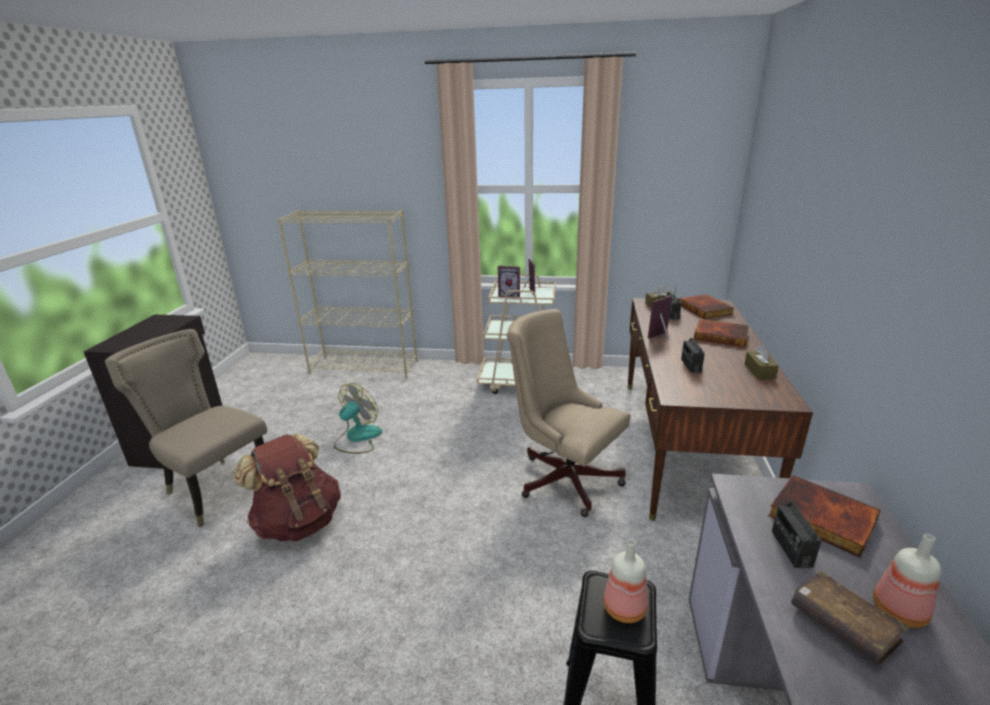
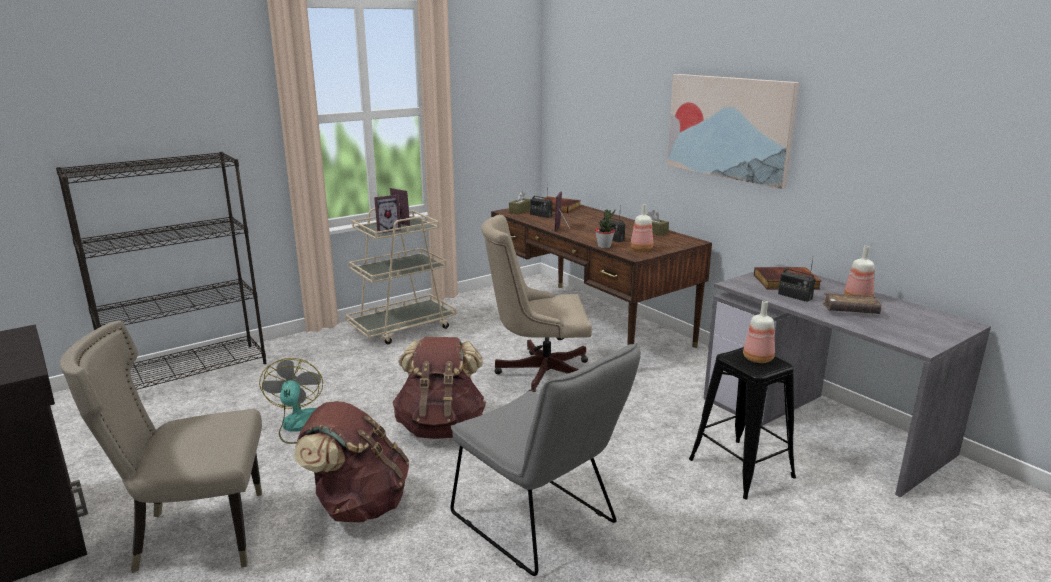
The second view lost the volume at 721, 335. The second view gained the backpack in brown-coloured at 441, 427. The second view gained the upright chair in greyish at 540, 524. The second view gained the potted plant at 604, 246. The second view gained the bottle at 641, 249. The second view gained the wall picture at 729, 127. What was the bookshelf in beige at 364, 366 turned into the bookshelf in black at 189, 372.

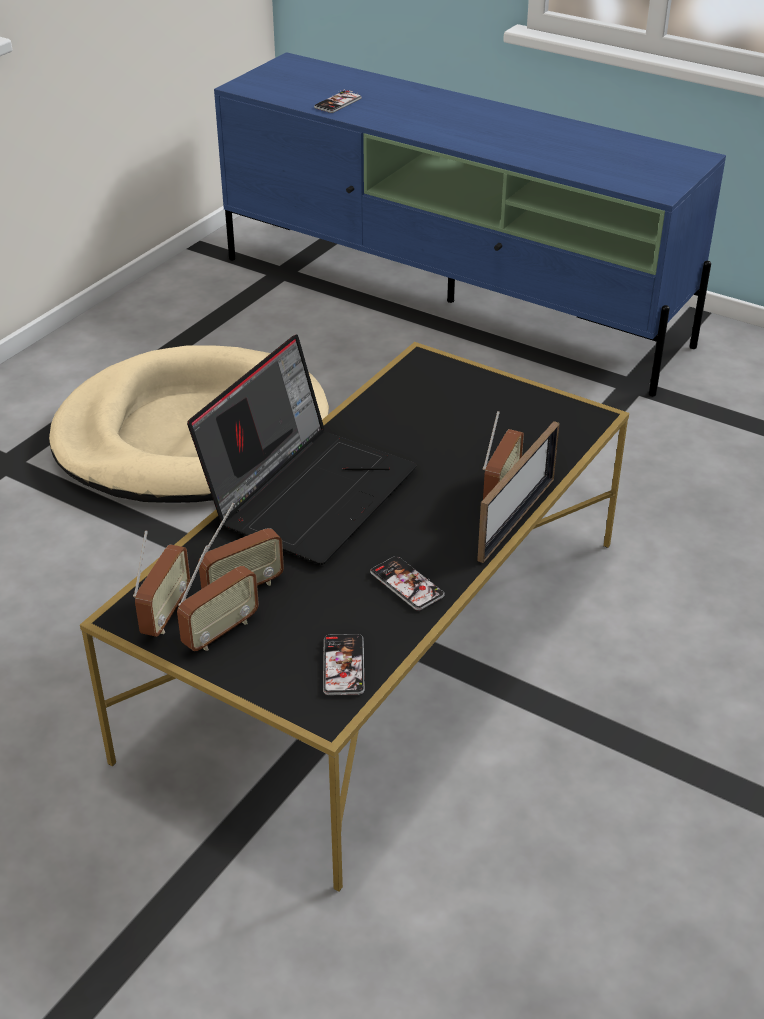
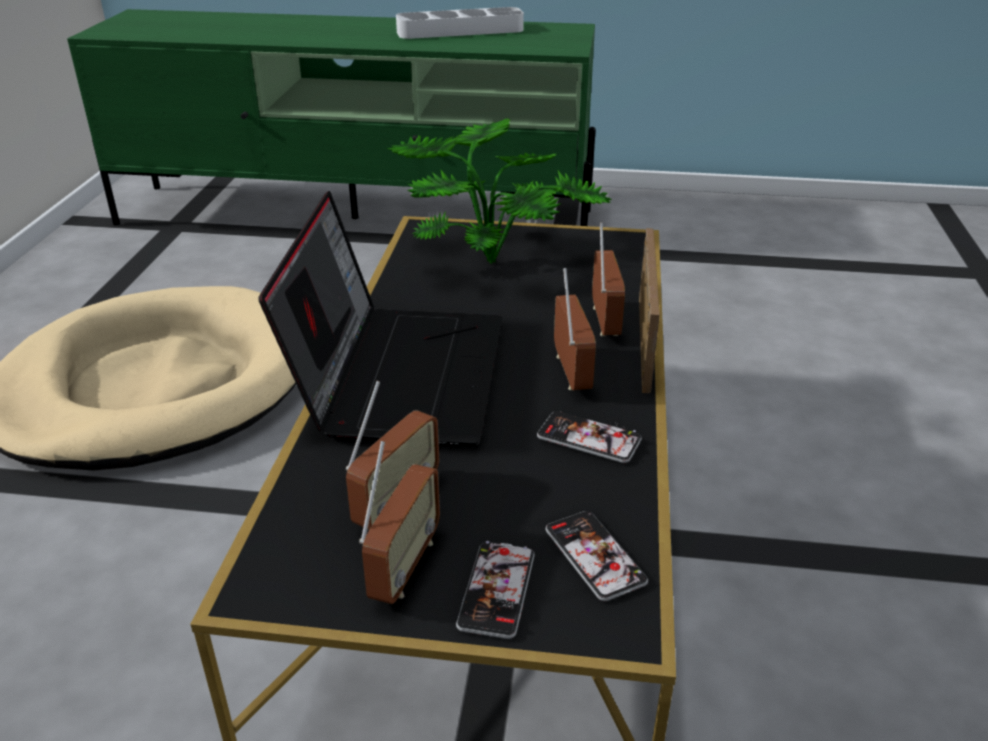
The second view gained the potted plant at 493, 257. The second view gained the carrying tray in white-coloured at 460, 31. The radio receiver ended up elsewhere, having gone from 165, 614 to 570, 372. The telephone ended up elsewhere, having gone from 338, 103 to 496, 590. What was the media console in blue at 452, 302 turned into the media console in green at 357, 218.

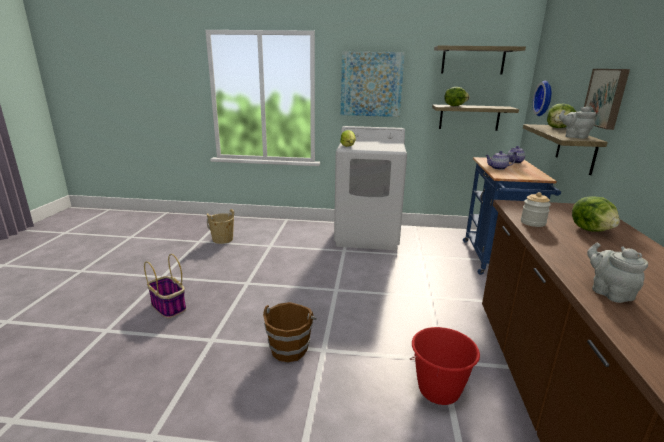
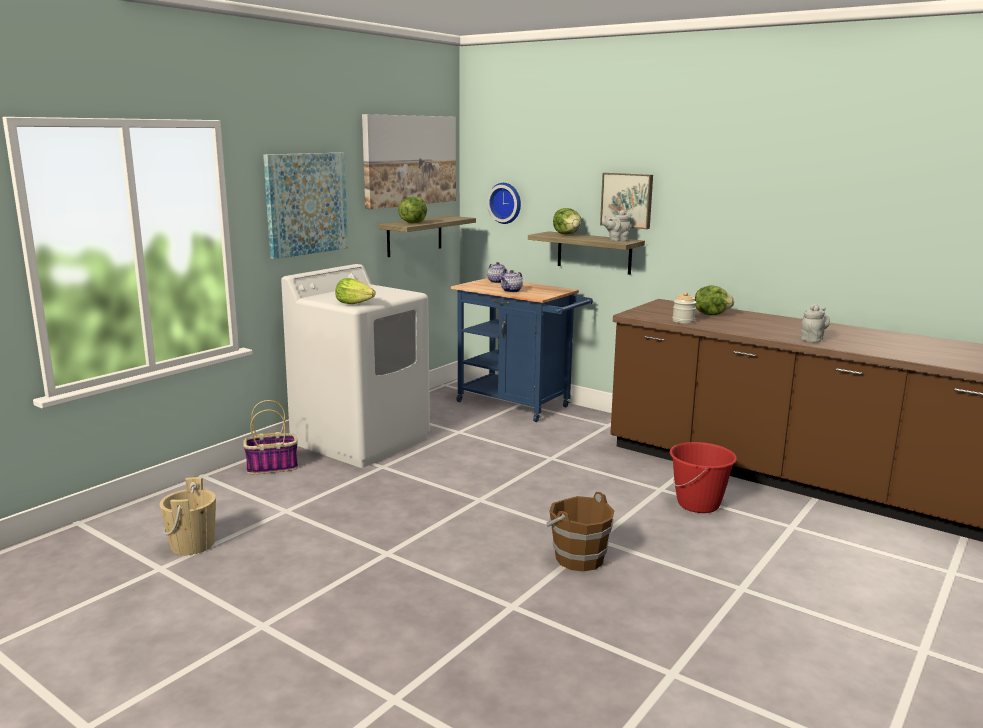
The storage basket ended up elsewhere, having gone from 169, 307 to 273, 467. Where the wall shelf hung at 473, 60, the wall picture came to hang at 409, 160. The teapot in greyish at 609, 293 ended up facing another way, 120 degrees clockwise from before.

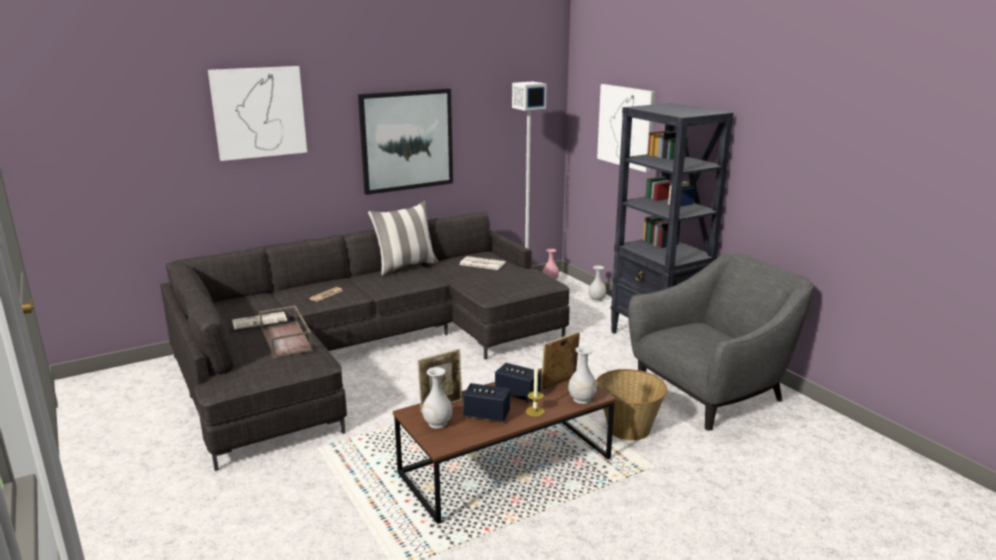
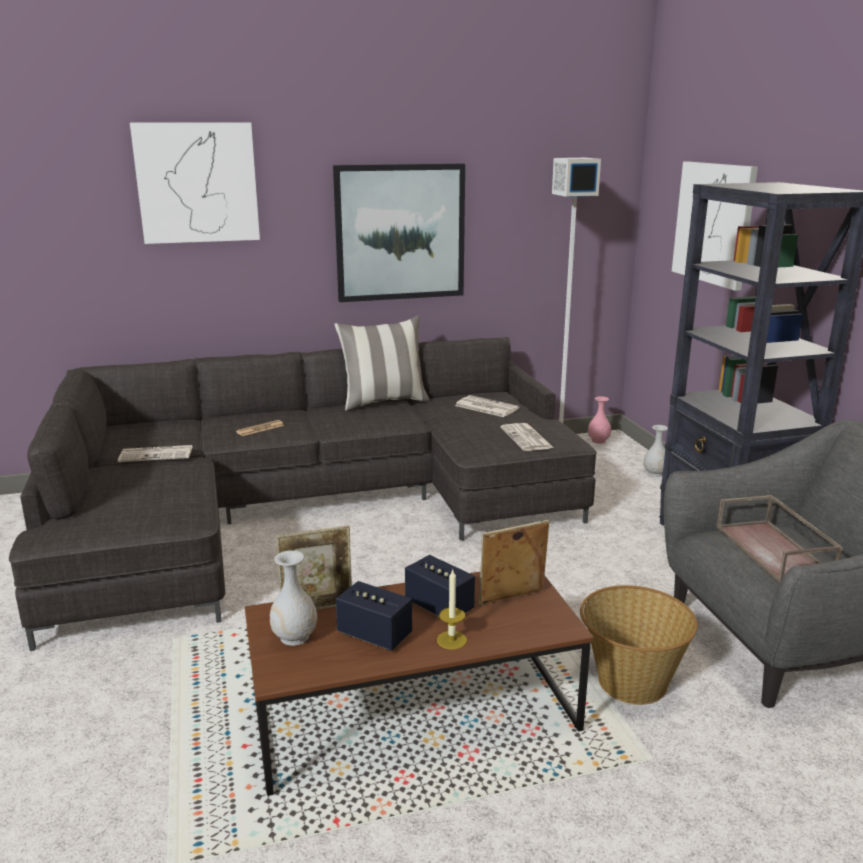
The second view lost the vase in white-coloured at 581, 399. The second view gained the newspaper at 527, 438. The carrying tray in brown-coloured ended up elsewhere, having gone from 287, 340 to 775, 551.

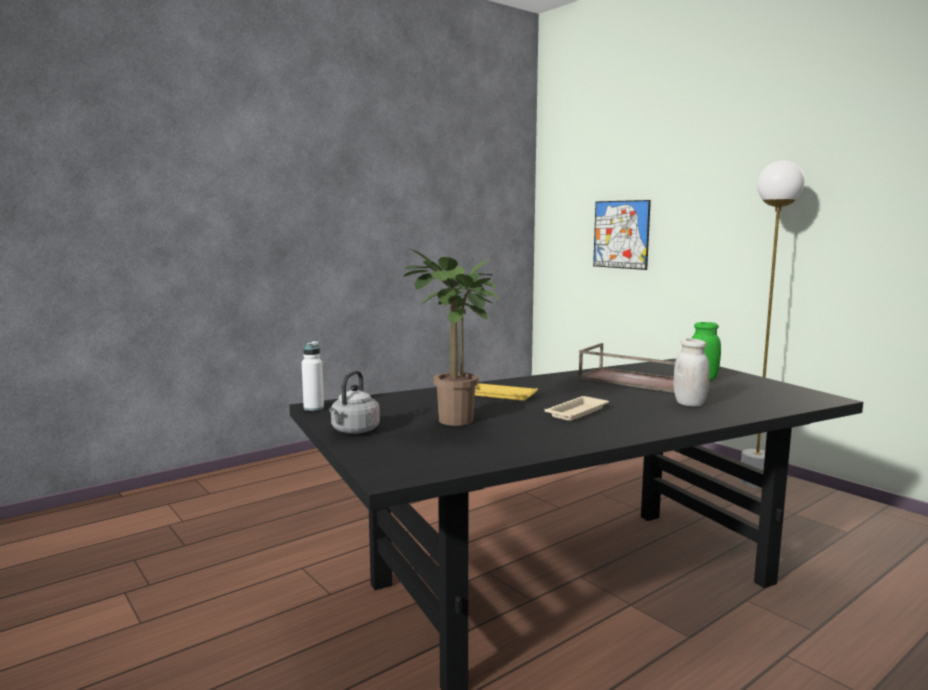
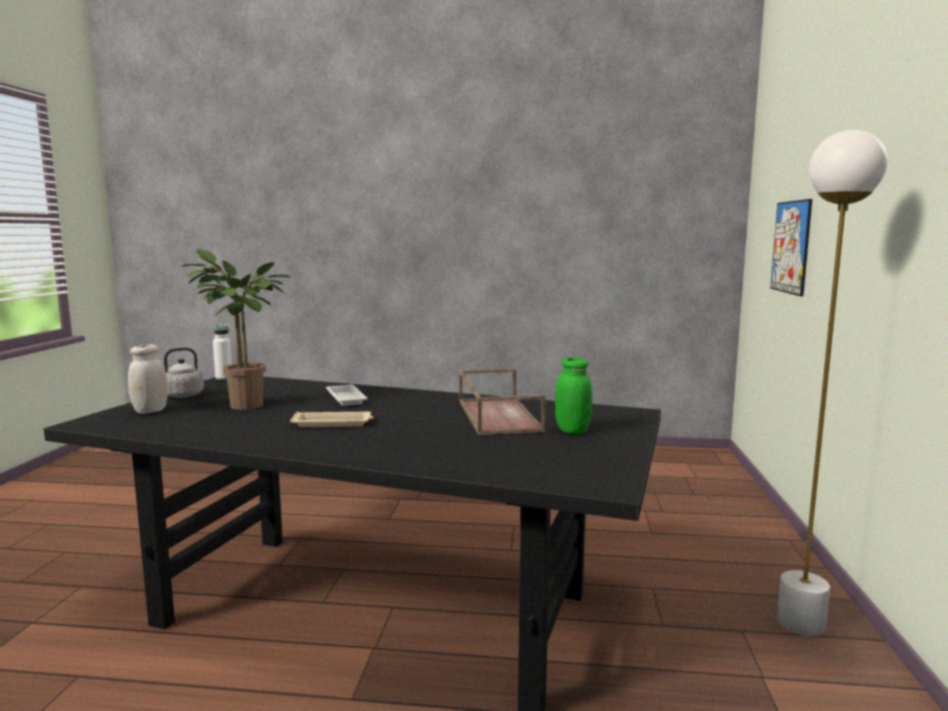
The storage jar in white-coloured ended up elsewhere, having gone from 689, 404 to 150, 411. What was the carrying tray in yellowish at 500, 395 turned into the carrying tray in white-coloured at 345, 398.

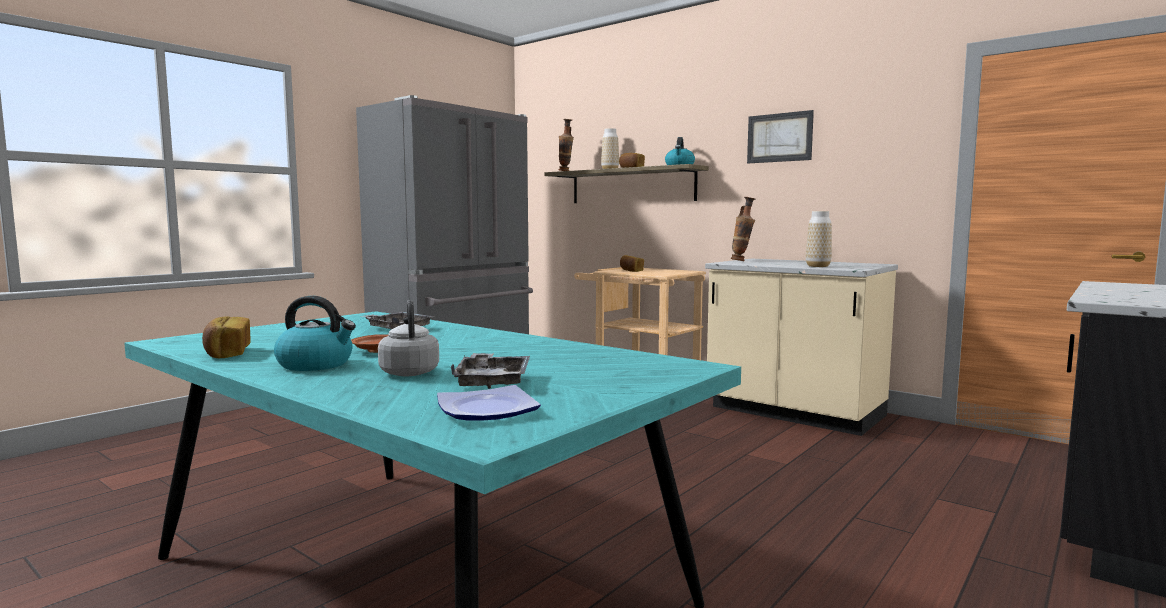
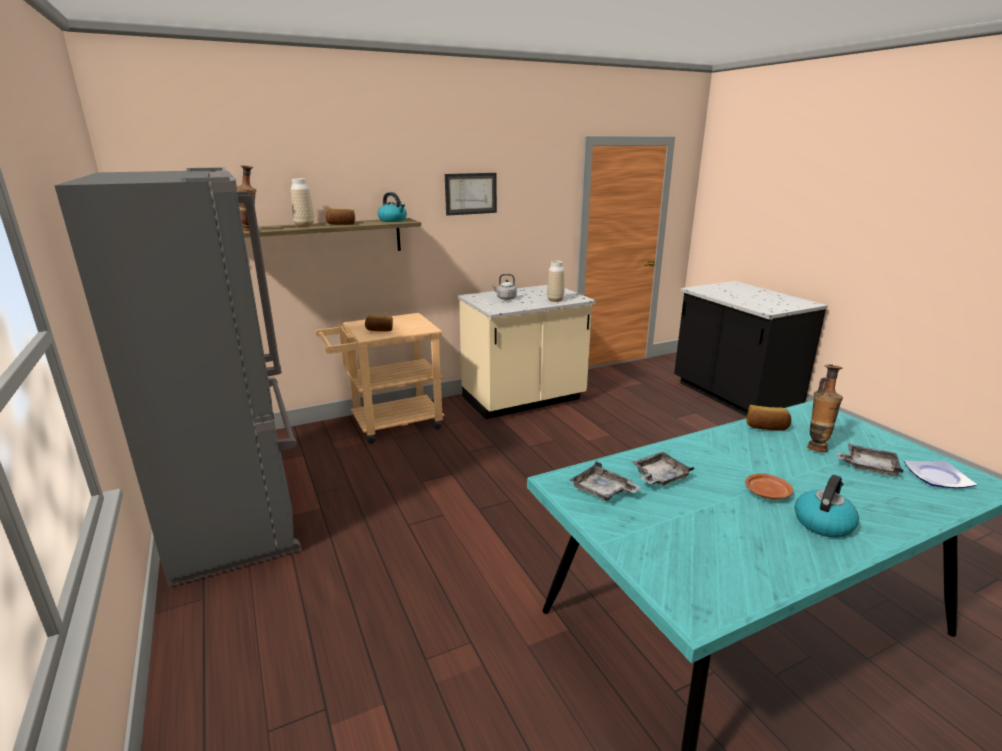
The second view gained the carrying tray in greyish at 602, 491. The bakery bread ended up elsewhere, having gone from 227, 353 to 766, 427. The water kettle in greyish ended up elsewhere, having gone from 409, 372 to 505, 298. The vase ended up elsewhere, having gone from 742, 261 to 816, 447.

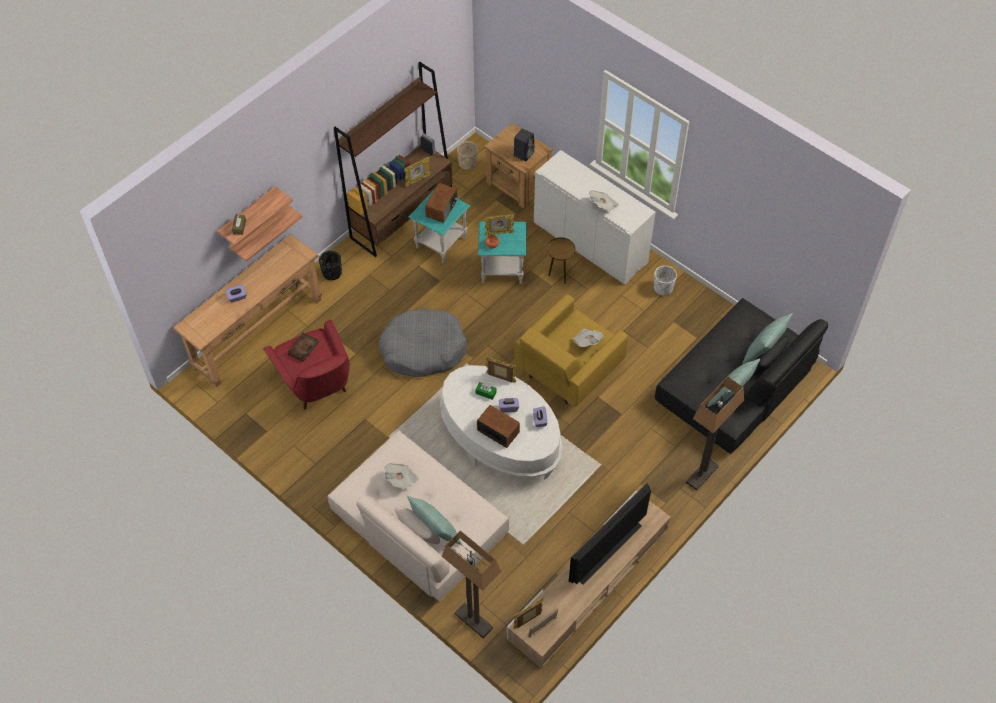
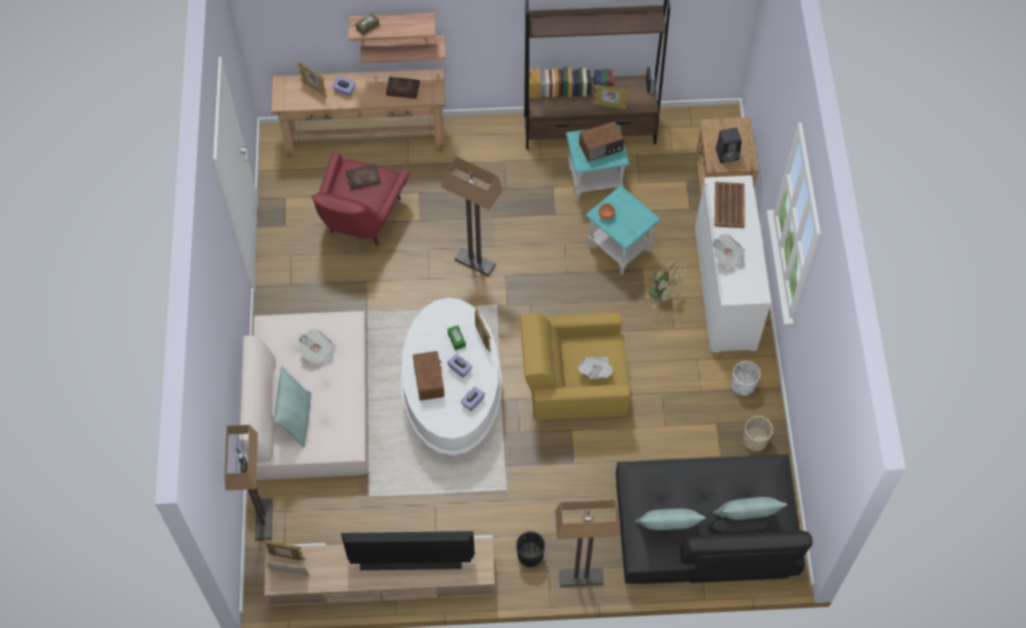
The second view gained the volume at 402, 89. The second view gained the carrying tray in brown-coloured at 729, 205. The planter in black ended up elsewhere, having gone from 332, 273 to 530, 555. The planter in beige ended up elsewhere, having gone from 467, 163 to 755, 440. The picture frame ended up elsewhere, having gone from 499, 233 to 314, 89. Where the dog cushion in greyish stood at 423, 349, the floor lamp came to stand at 475, 262. Where the side table in brown-coloured stood at 559, 275, the fan in green came to stand at 663, 295.

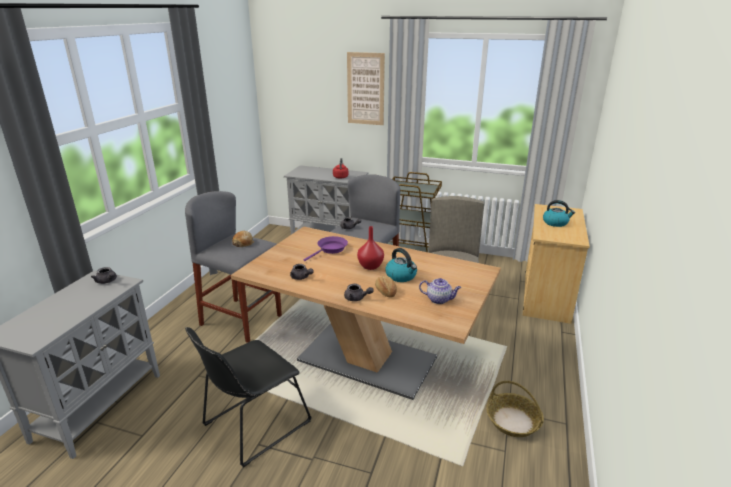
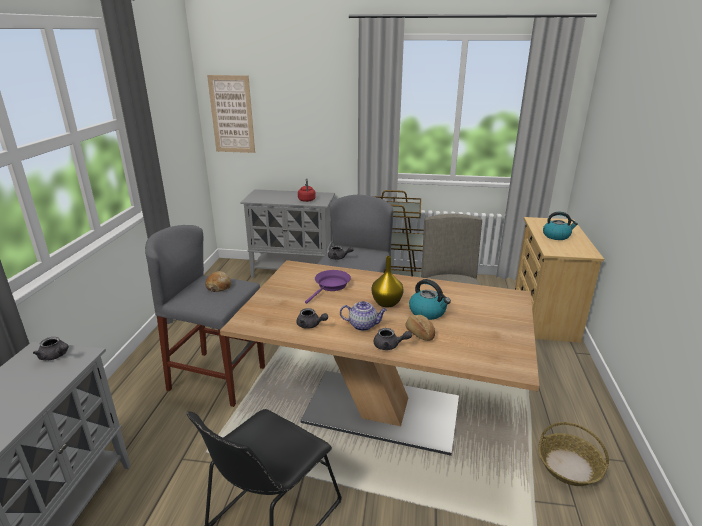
The wall picture ended up elsewhere, having gone from 365, 89 to 232, 114. The teapot ended up elsewhere, having gone from 439, 299 to 363, 325. What was the vase in red at 370, 266 turned into the vase in yellowish at 386, 303.

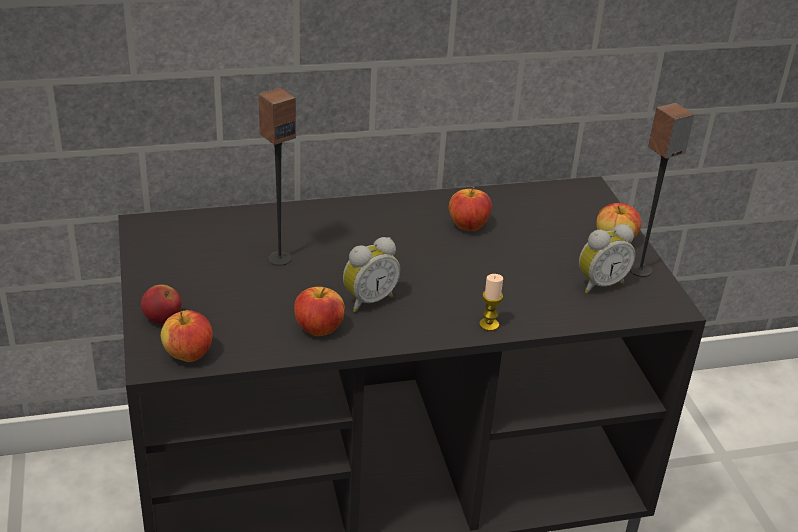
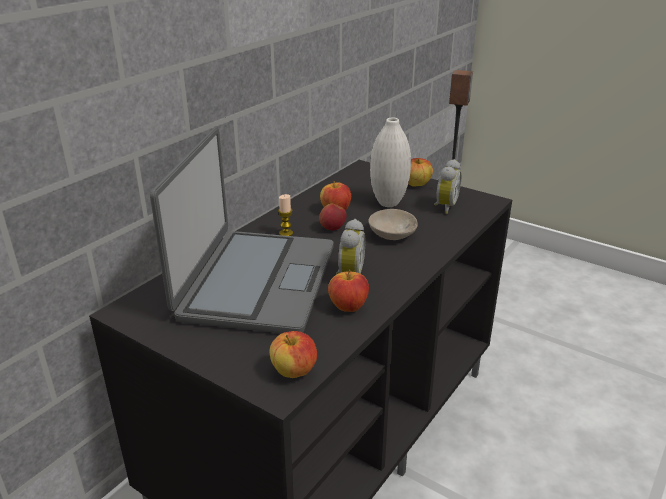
The second view gained the deep dish in beige at 391, 234. The second view gained the vase in white-coloured at 388, 203. The apple ended up elsewhere, having gone from 162, 319 to 332, 228. The candle ended up elsewhere, having gone from 489, 325 to 286, 233. Where the speaker stood at 279, 258, the portable computer came to stand at 256, 281.

